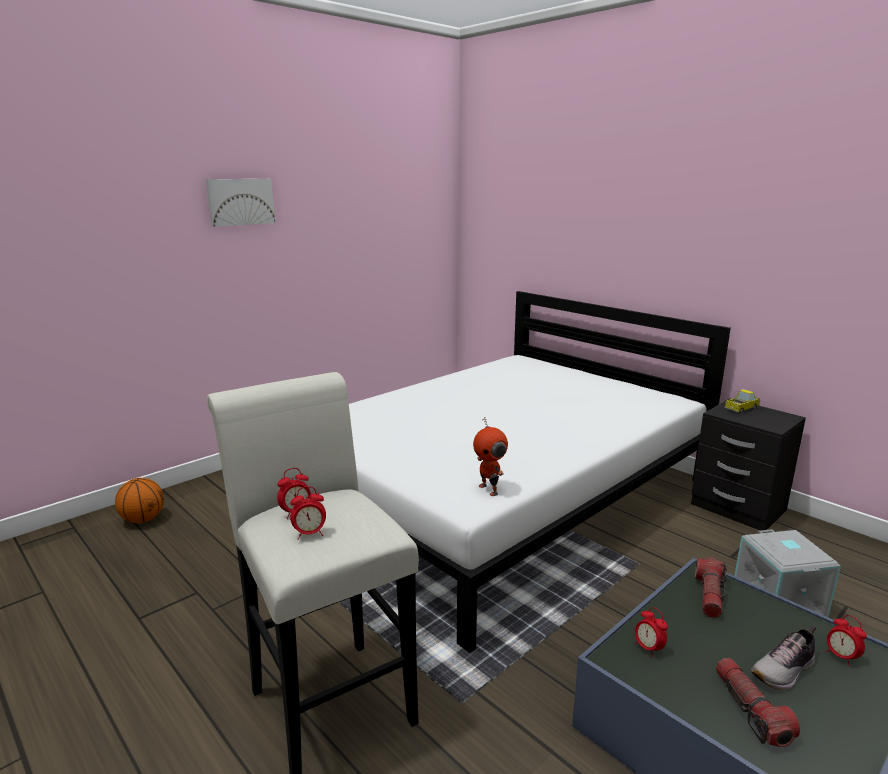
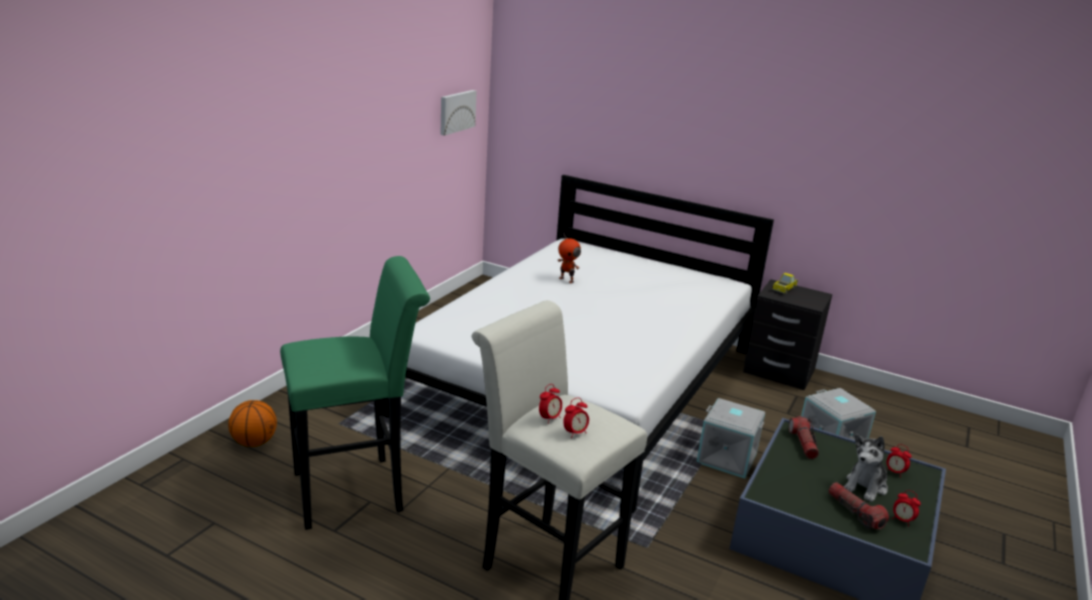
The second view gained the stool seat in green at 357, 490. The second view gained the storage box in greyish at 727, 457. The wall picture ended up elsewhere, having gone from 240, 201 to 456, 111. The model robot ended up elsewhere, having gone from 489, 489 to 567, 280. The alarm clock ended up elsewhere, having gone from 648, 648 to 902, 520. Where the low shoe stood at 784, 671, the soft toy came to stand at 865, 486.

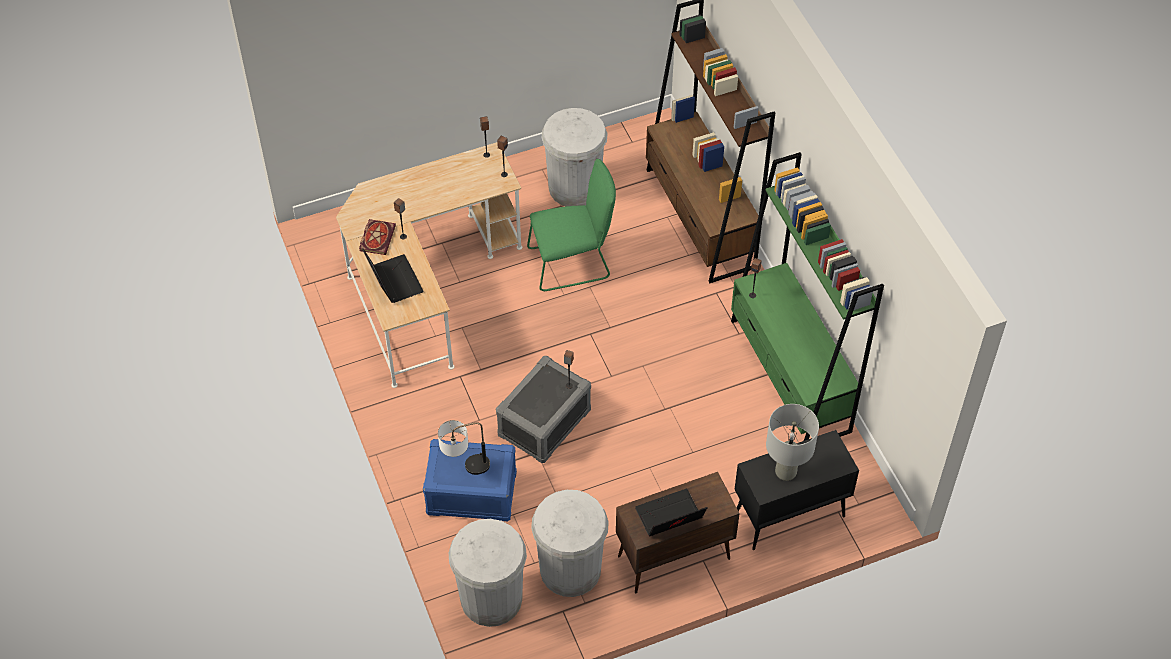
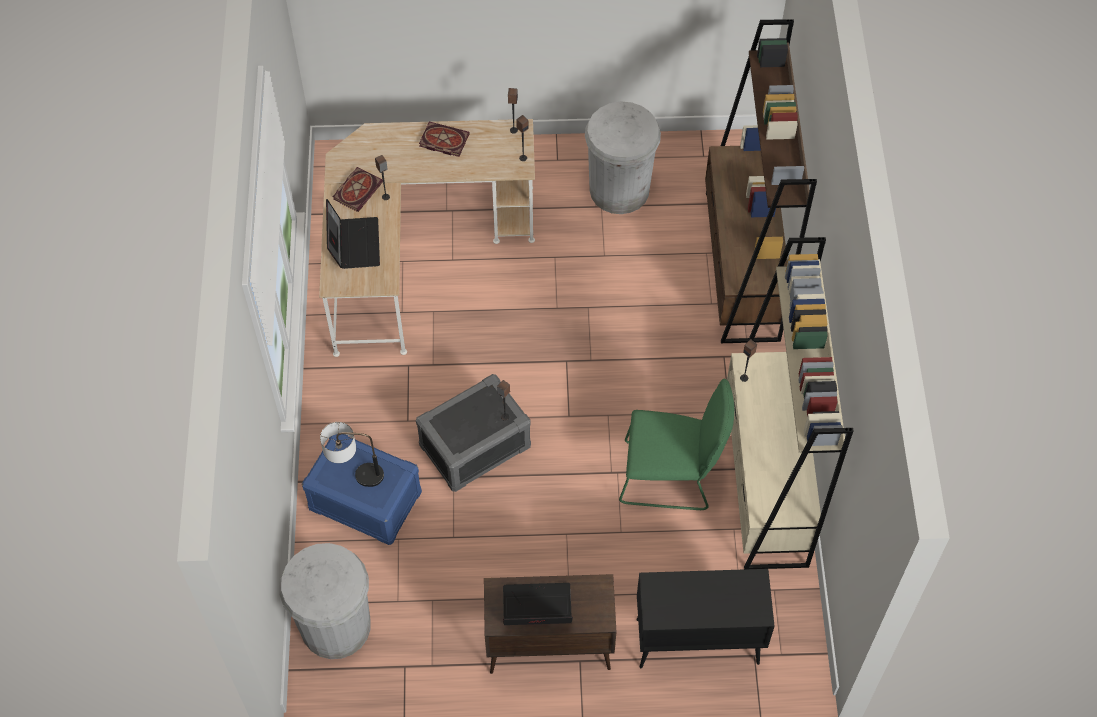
The second view lost the trash can in white-coloured at 570, 569. The second view lost the tabletop lamp in greyish at 785, 472. The second view gained the volume at 442, 141. The upright chair in green ended up elsewhere, having gone from 572, 263 to 671, 477. What was the bookshelf in green at 790, 376 turned into the bookshelf in beige at 766, 478.

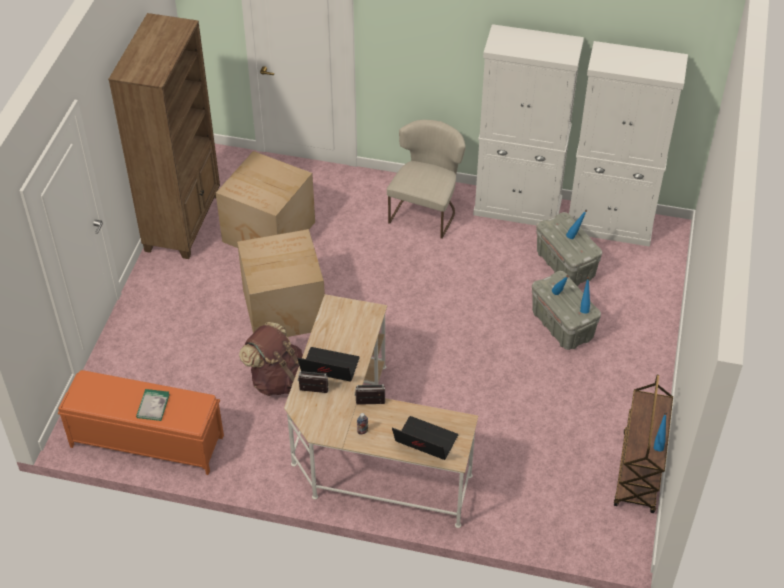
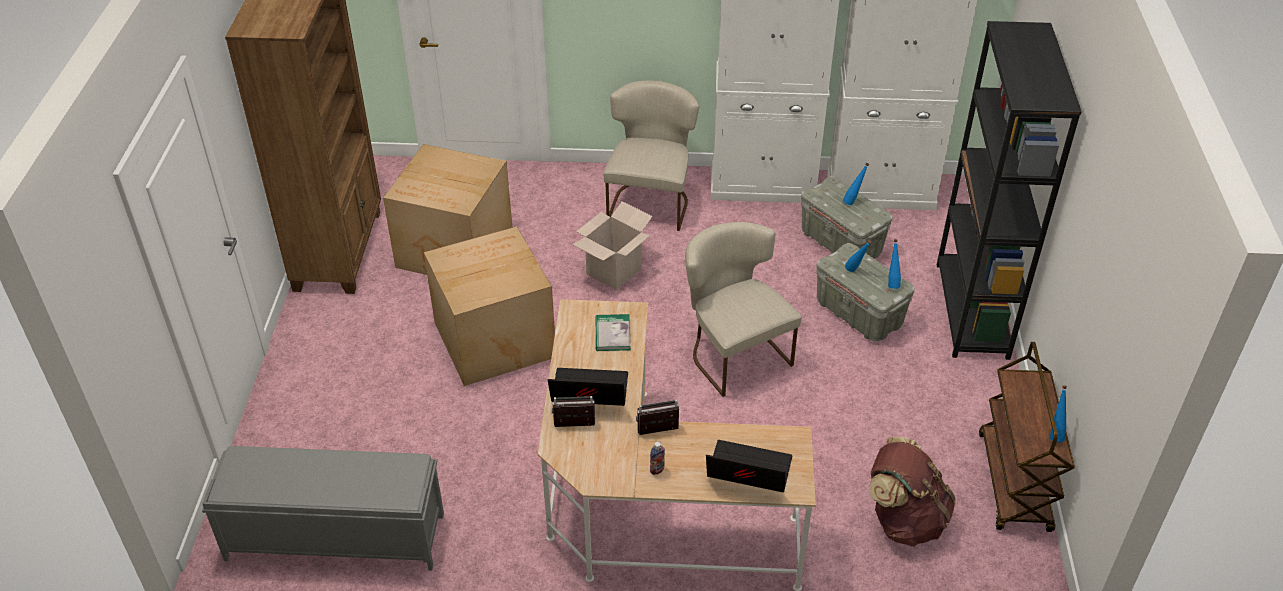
The second view gained the cardboard box at 613, 271. The second view gained the upright chair in beige at 733, 353. The second view gained the bookshelf in black at 972, 310. The volume ended up elsewhere, having gone from 153, 406 to 612, 334. The backpack in brown-coloured ended up elsewhere, having gone from 277, 379 to 904, 519. What was the indoor bench in orange at 146, 441 turned into the indoor bench in greyish at 334, 536.

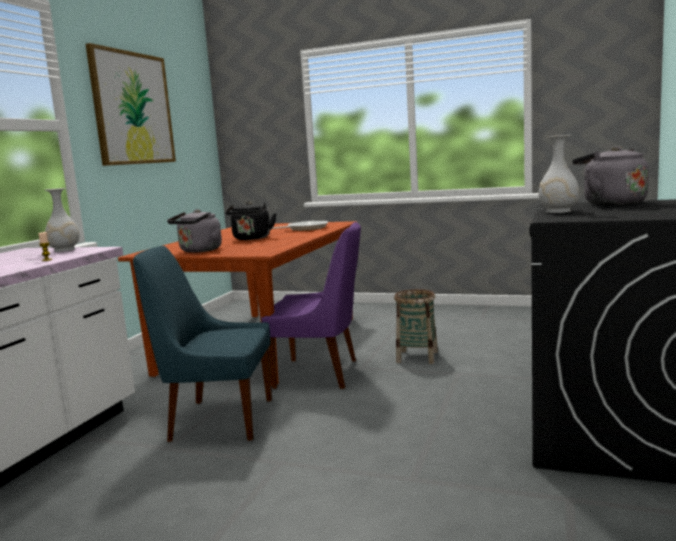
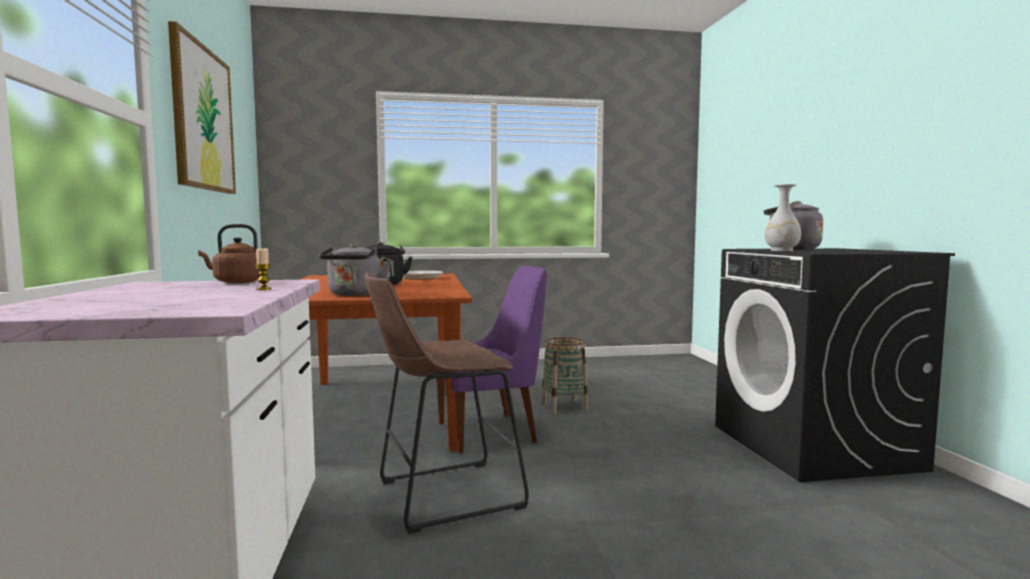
Where the vase in white-coloured stood at 64, 250, the water kettle in brown-coloured came to stand at 236, 282. Where the upright chair in blue stood at 217, 420, the stool seat in brown-coloured came to stand at 441, 495.

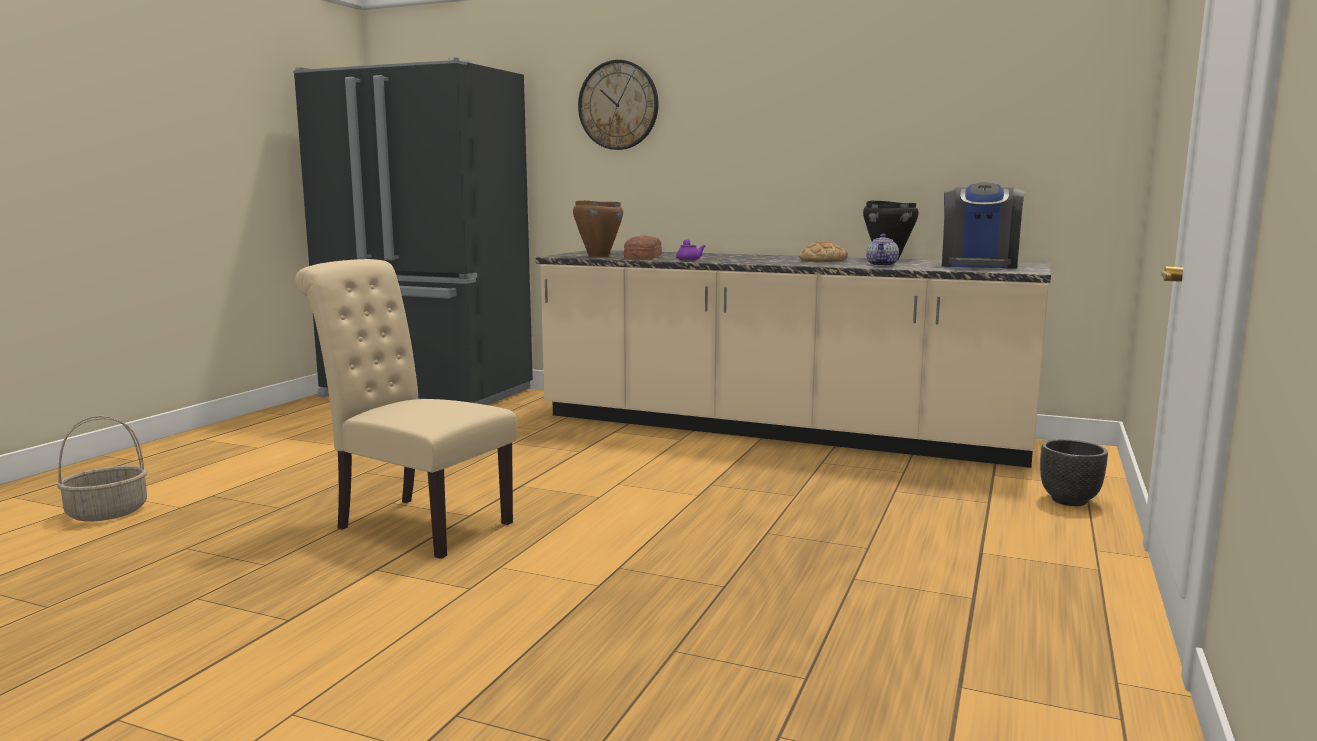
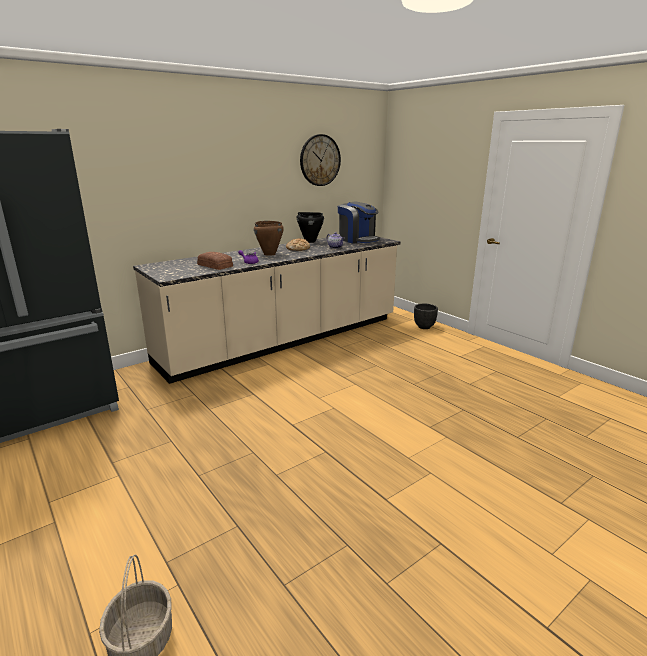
The second view lost the upright chair in beige at 415, 524. The stockpot in brown-coloured ended up elsewhere, having gone from 598, 256 to 269, 254. The wall clock ended up elsewhere, having gone from 618, 105 to 320, 160.

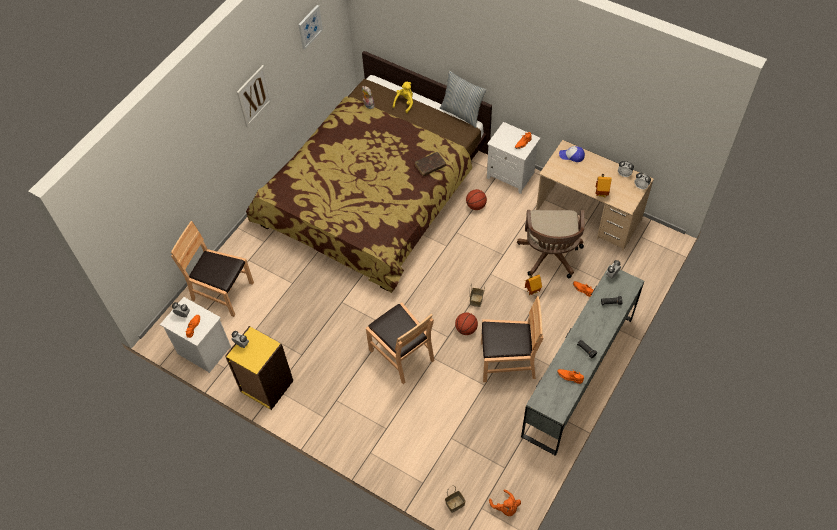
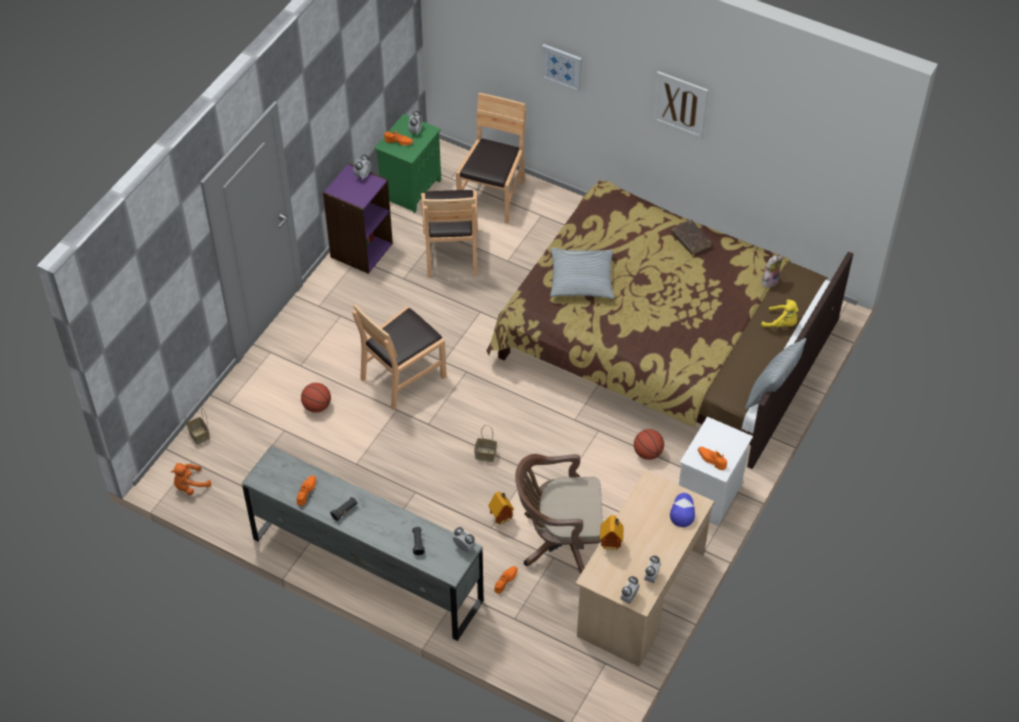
The second view gained the throw pillow at 581, 279. The wall picture ended up elsewhere, having gone from 309, 26 to 562, 67. The volume in brown-coloured ended up elsewhere, having gone from 430, 166 to 690, 240. The basketball ball ended up elsewhere, having gone from 466, 329 to 317, 406. The upright chair in brown-coloured ended up elsewhere, having gone from 507, 361 to 451, 252. What was the bedside table in white-coloured at 203, 350 turned into the bedside table in green at 410, 188. What was the bookshelf in yellowish at 266, 386 turned into the bookshelf in purplish at 361, 250.

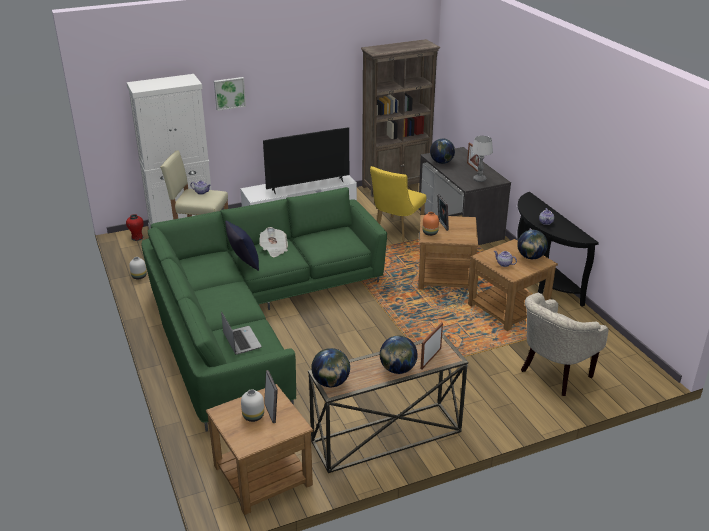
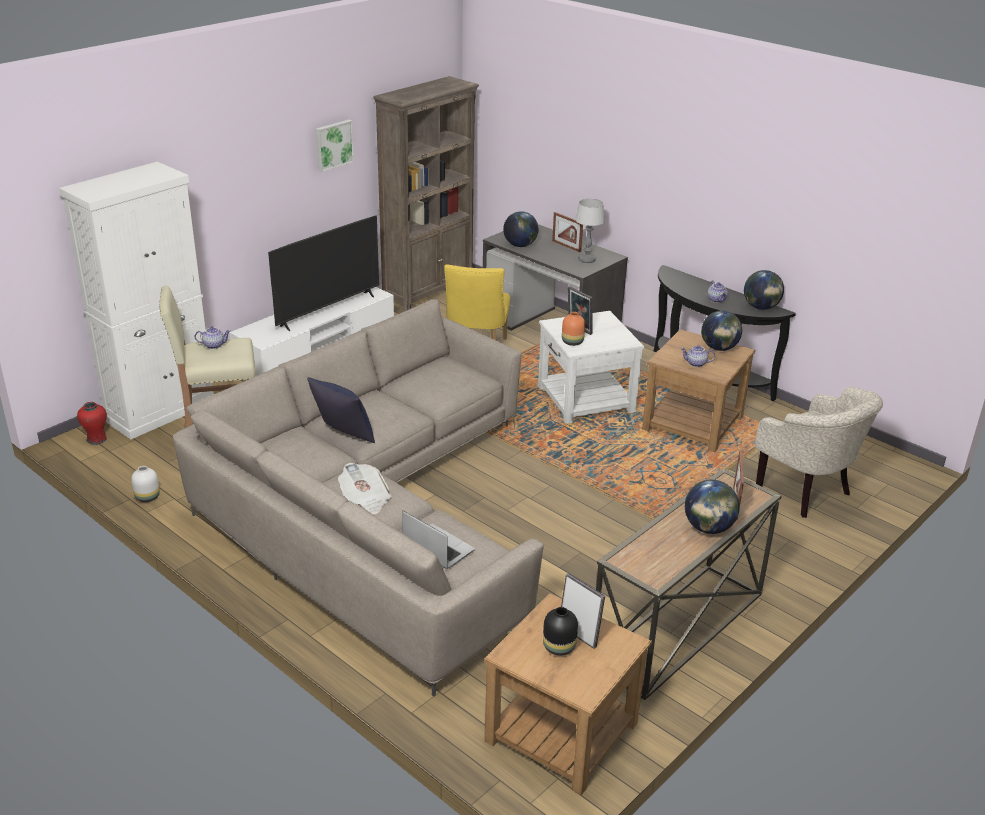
The wall picture ended up elsewhere, having gone from 229, 93 to 333, 145. The newspaper ended up elsewhere, having gone from 274, 249 to 365, 499. The desk globe ended up elsewhere, having gone from 331, 383 to 760, 308. What was the settee in green at 254, 317 turned into the settee in beige at 374, 515. What was the vase in white-coloured at 253, 416 turned into the vase in black at 558, 646. What was the side table in brown-coloured at 445, 276 turned into the side table in white-coloured at 585, 399. The easy chair in beige at 553, 375 ended up facing another way, 60 degrees counterclockwise from before.

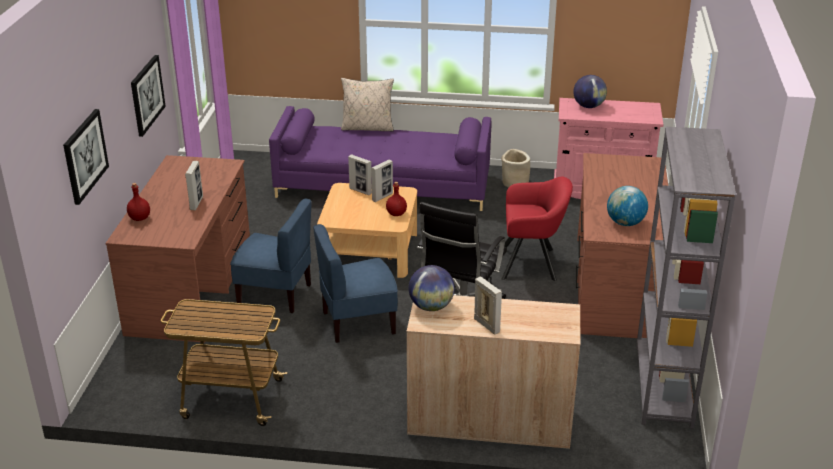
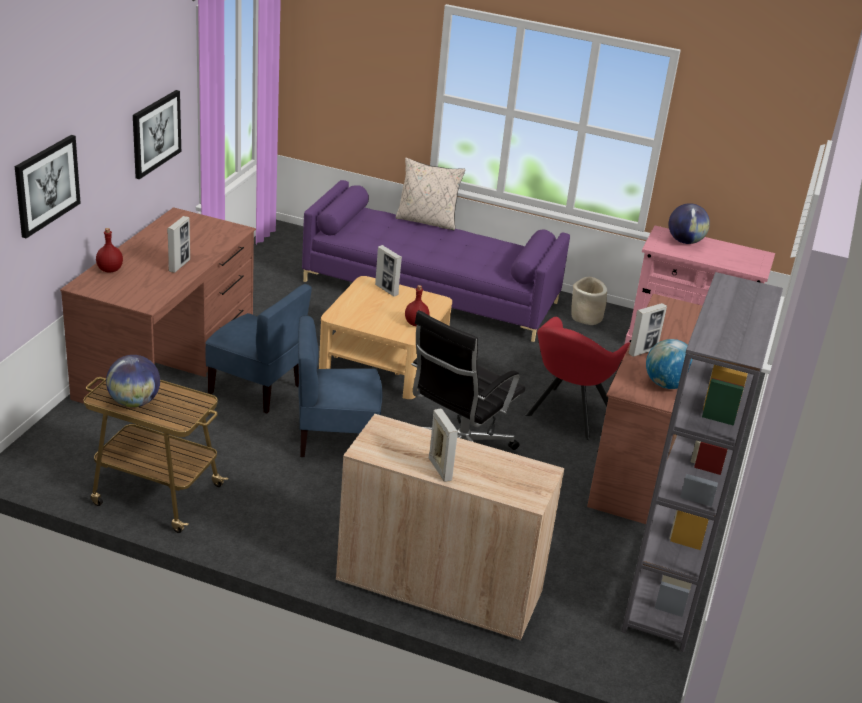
The picture frame ended up elsewhere, having gone from 382, 197 to 643, 351. The desk globe ended up elsewhere, having gone from 431, 306 to 134, 402. The easy chair in red at 532, 264 ended up facing another way, 105 degrees clockwise from before.

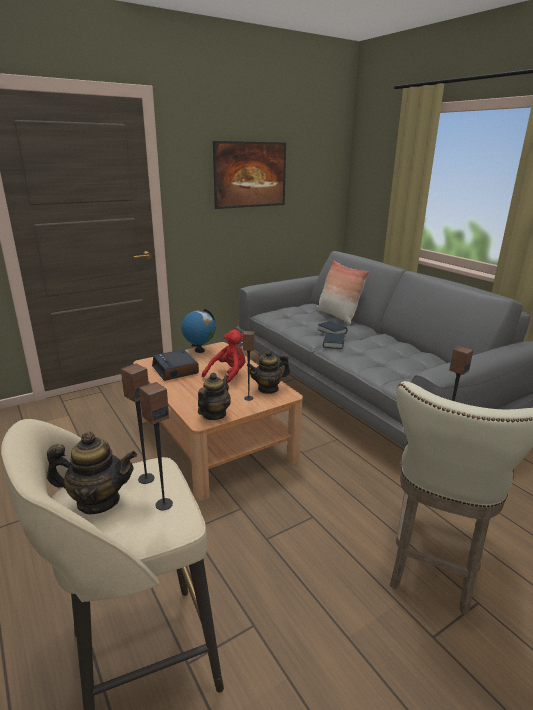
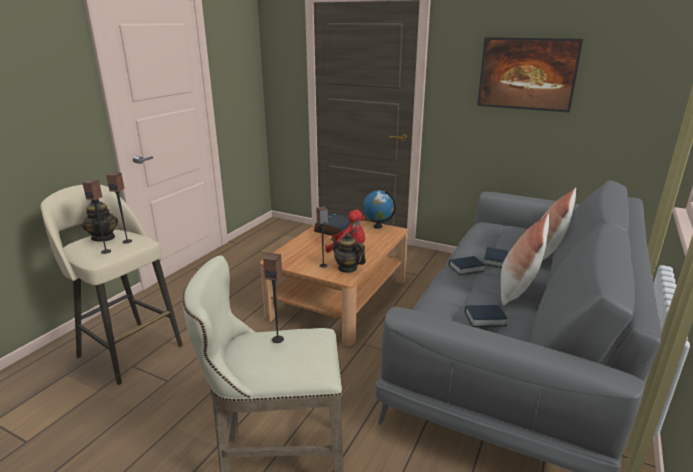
The second view lost the teapot at 214, 415. The second view gained the volume at 484, 319. The second view gained the throw pillow at 517, 290.

